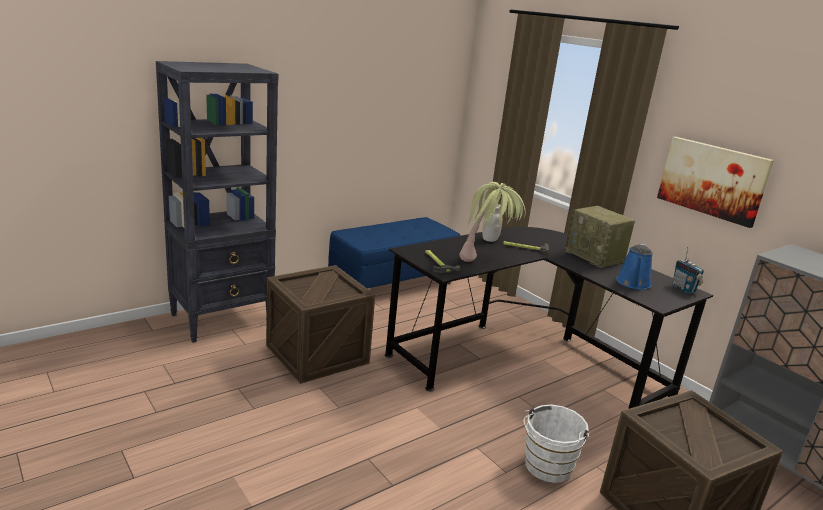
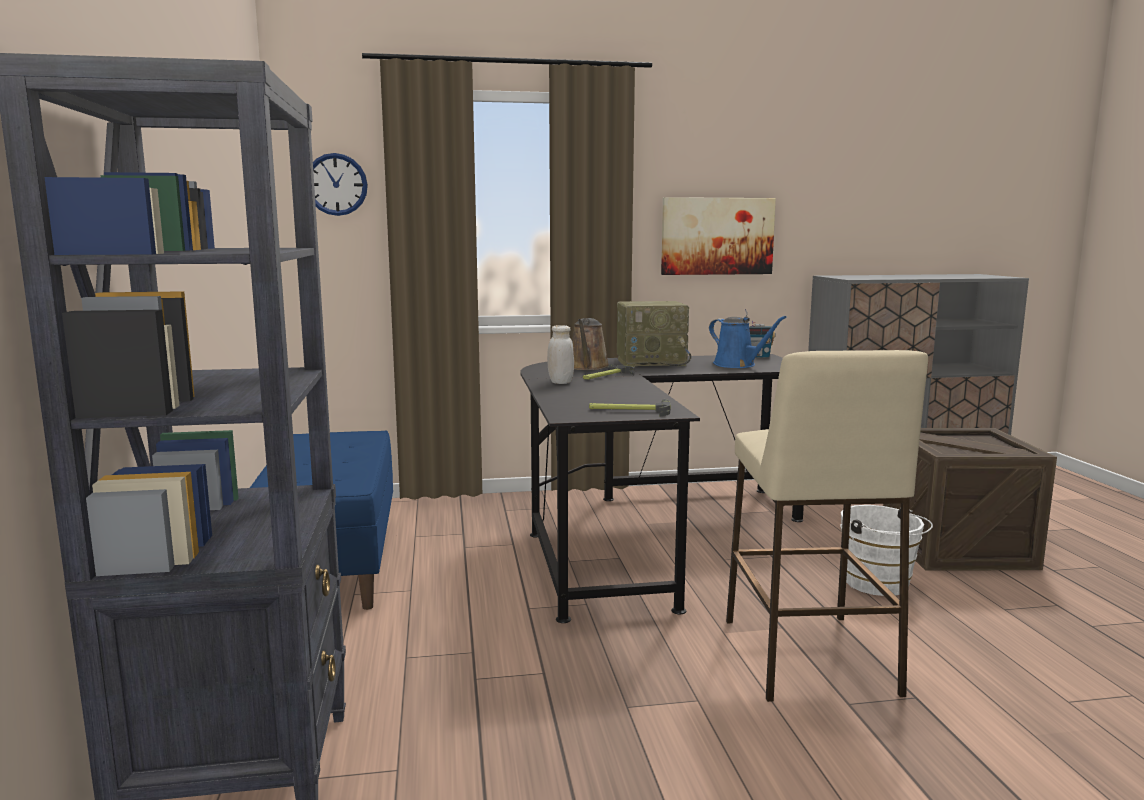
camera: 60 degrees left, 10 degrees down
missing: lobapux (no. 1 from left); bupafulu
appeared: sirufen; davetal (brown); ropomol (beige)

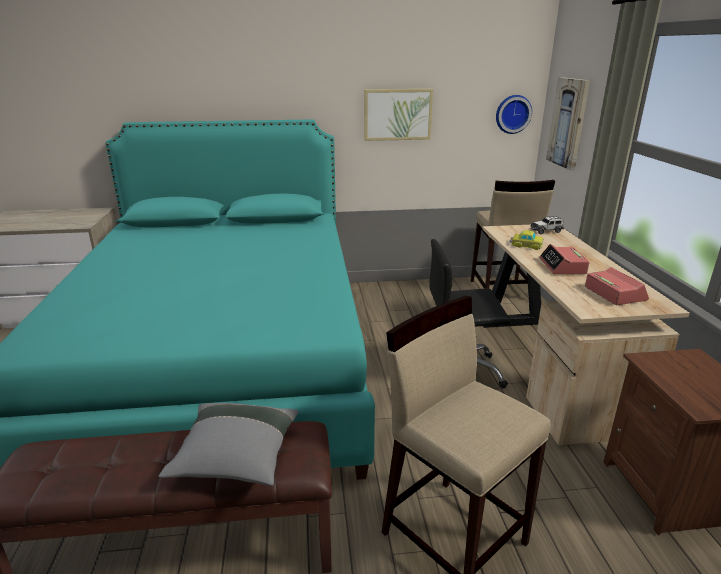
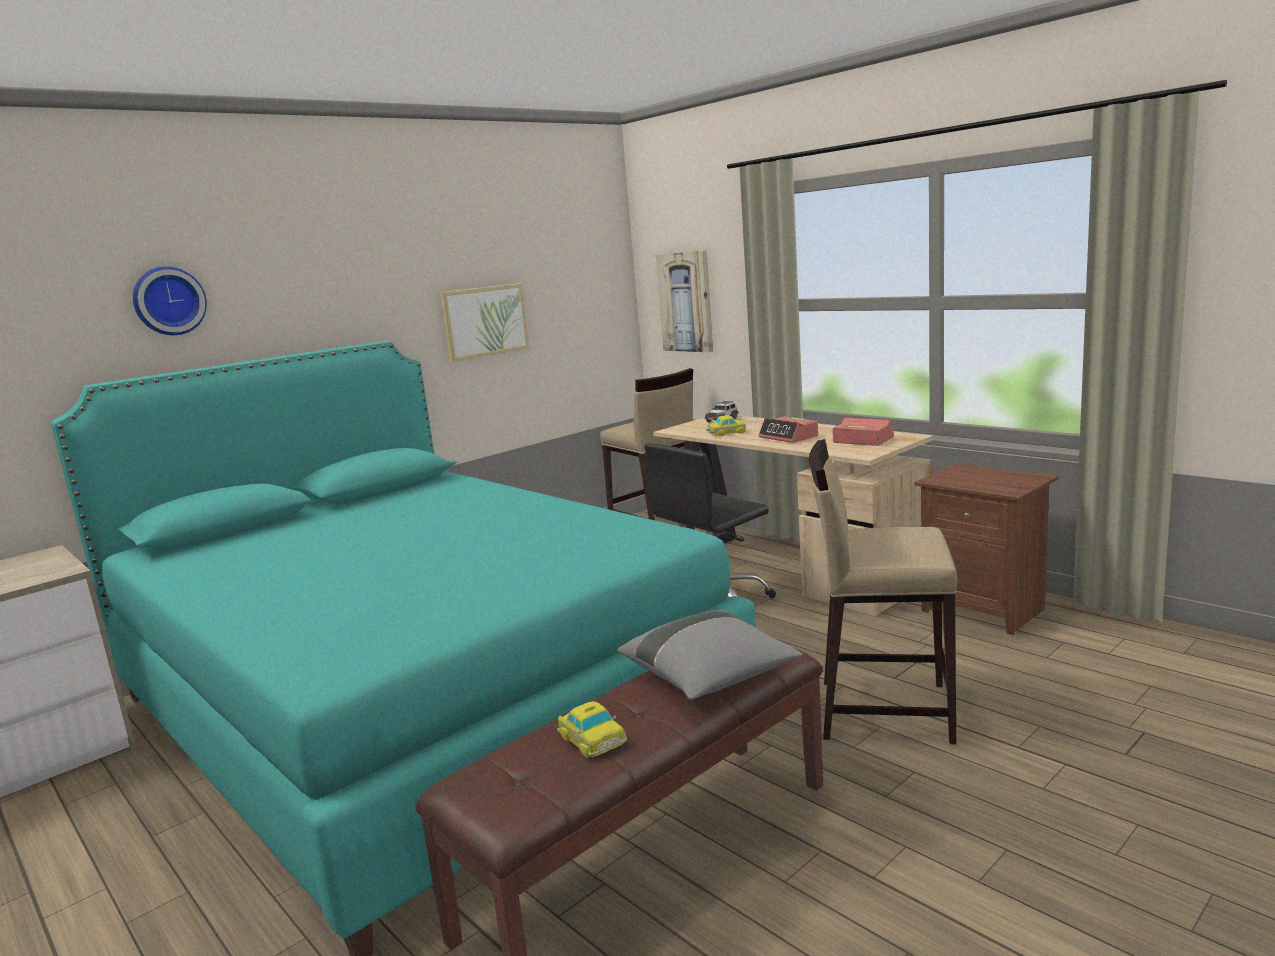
camera: 35 degrees left, 10 degrees down
appeared: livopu (no. 1 from left)
relocated: sirufen

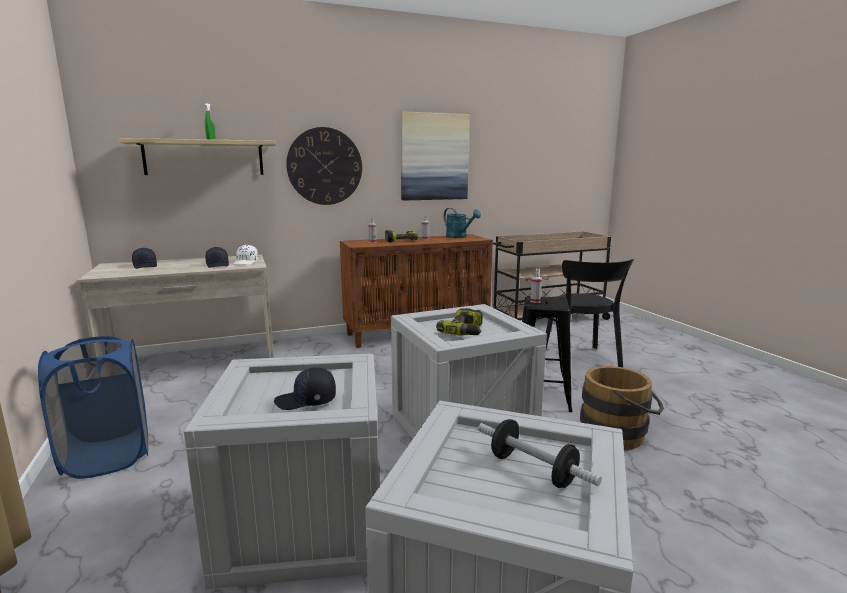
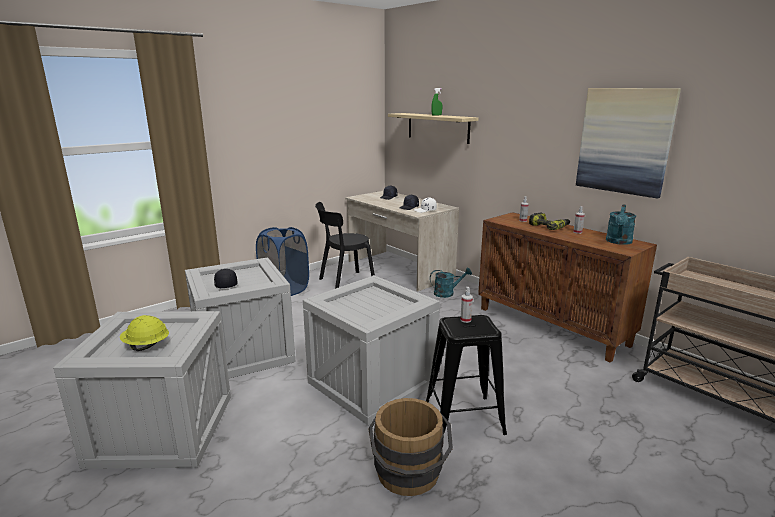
camera: 70 degrees right, 5 degrees up
missing: sirufen; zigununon (no. 2 from left)
appeared: davetal (turquoise) (no. 1 from left)
relocated: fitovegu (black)
exchanged: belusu to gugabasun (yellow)

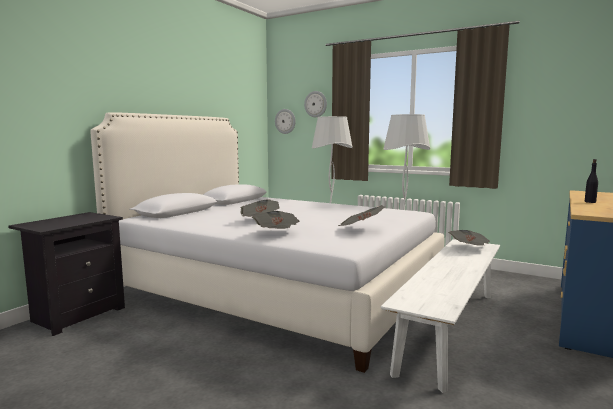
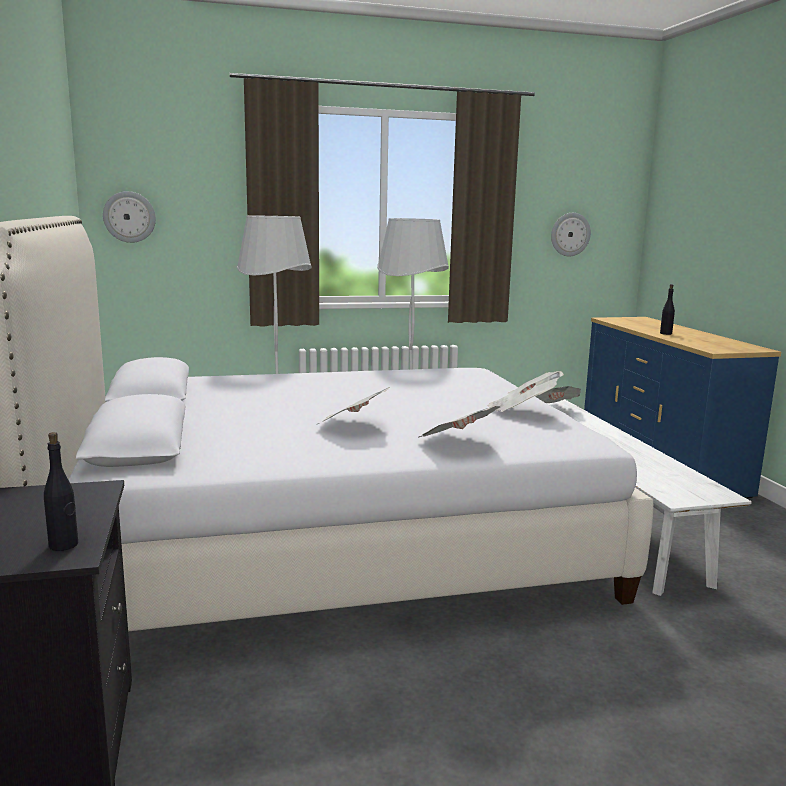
camera: 45 degrees left, 5 degrees up
appeared: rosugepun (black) (no. 1 from left)
relocated: sirufen (no. 2 from left)

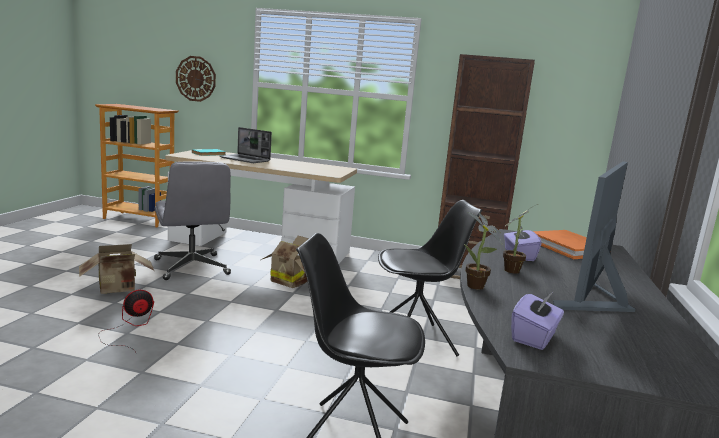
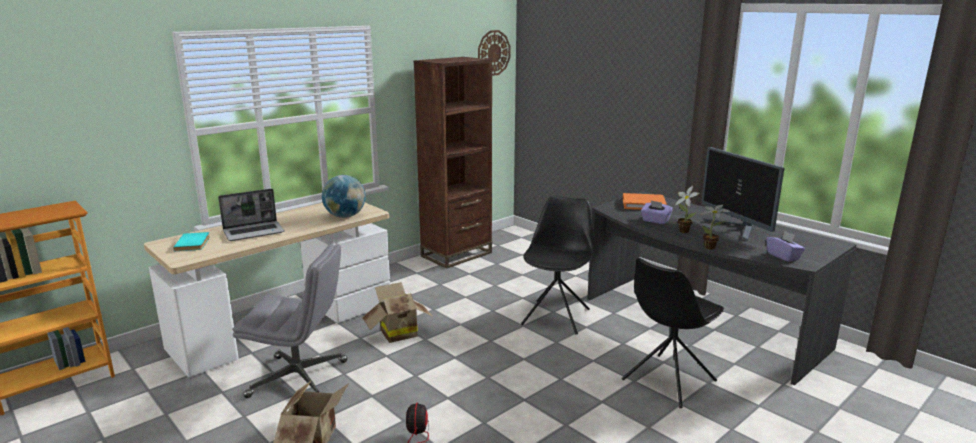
camera: 55 degrees left, 5 degrees up
appeared: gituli
relocated: sirufen

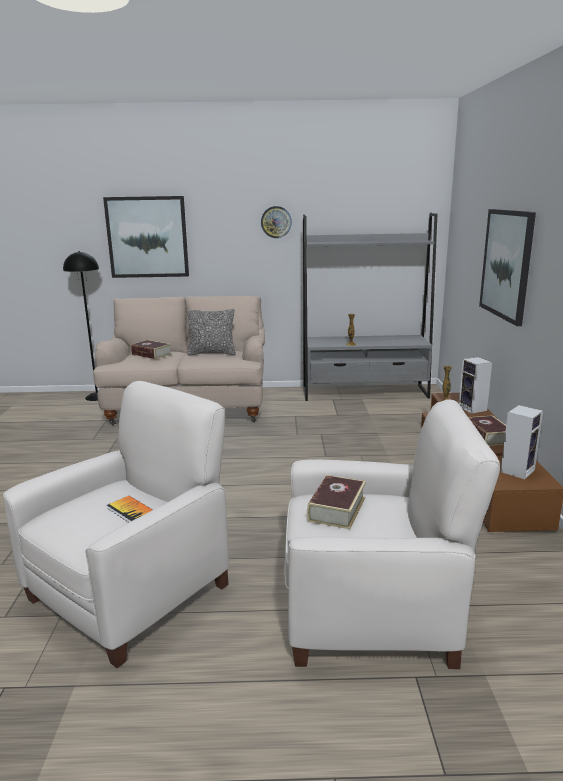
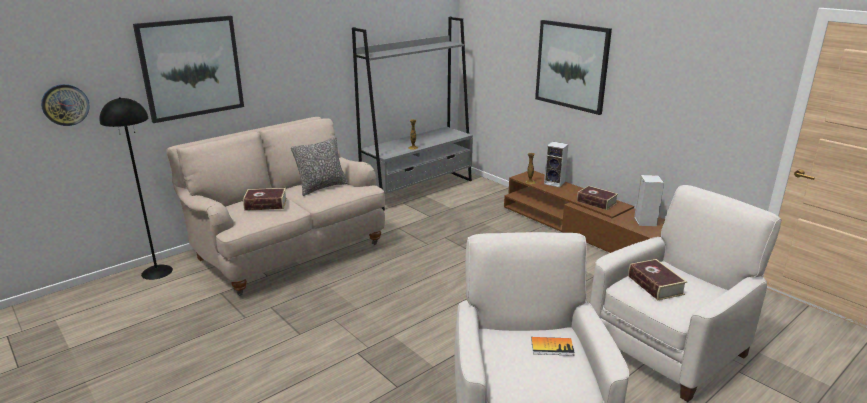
camera: 40 degrees left, 5 degrees up
relocated: sirufen

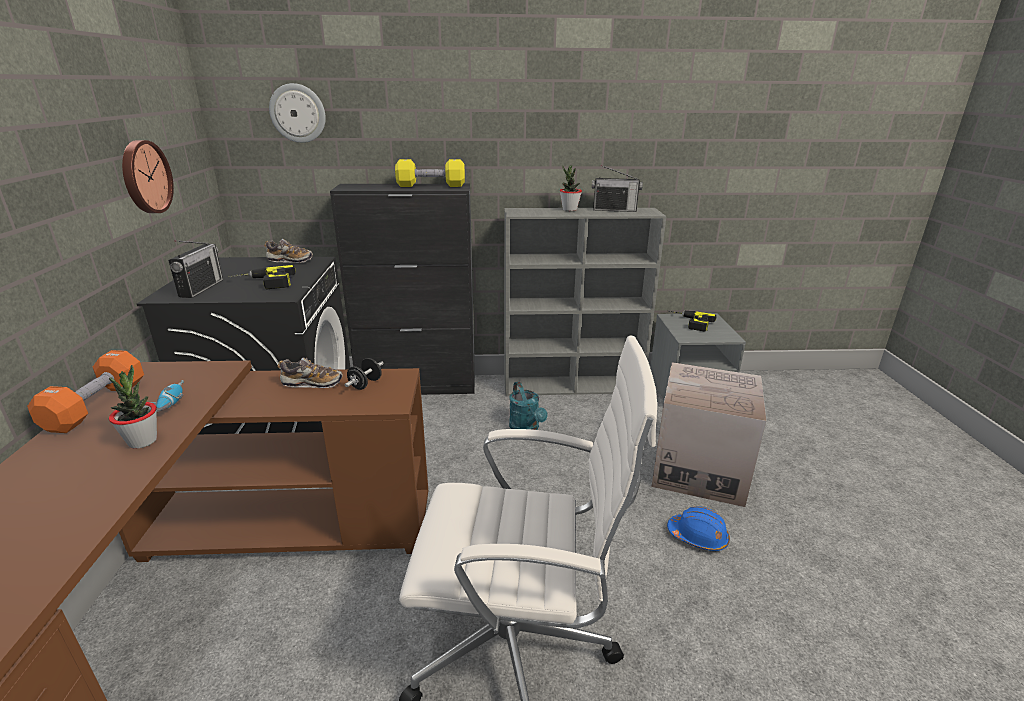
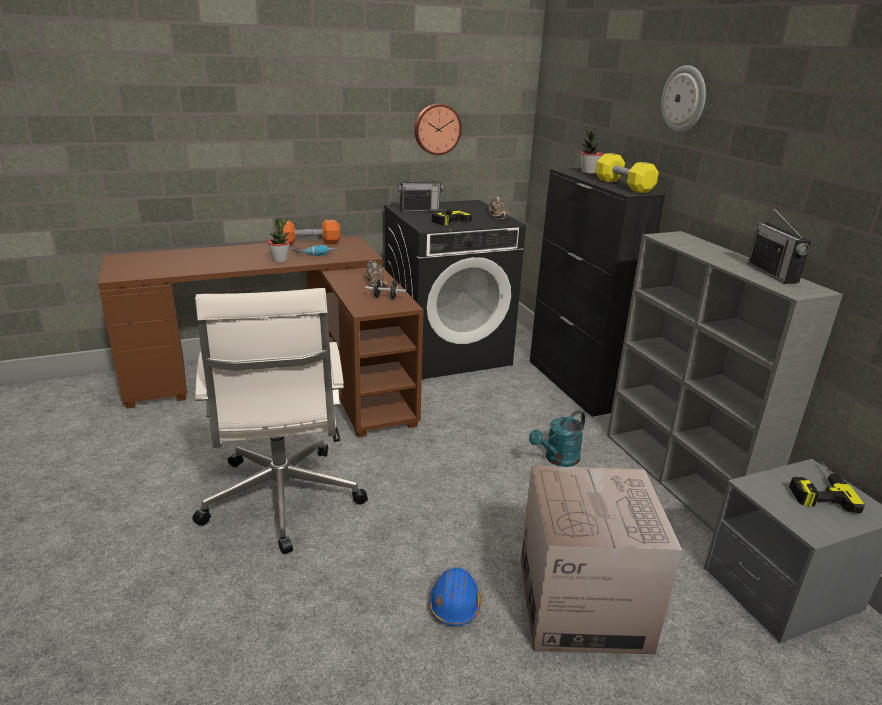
camera: 70 degrees right, 0 degrees up
relocated: sirufen (no. 2 from left); bupafulu (no. 2 from left)

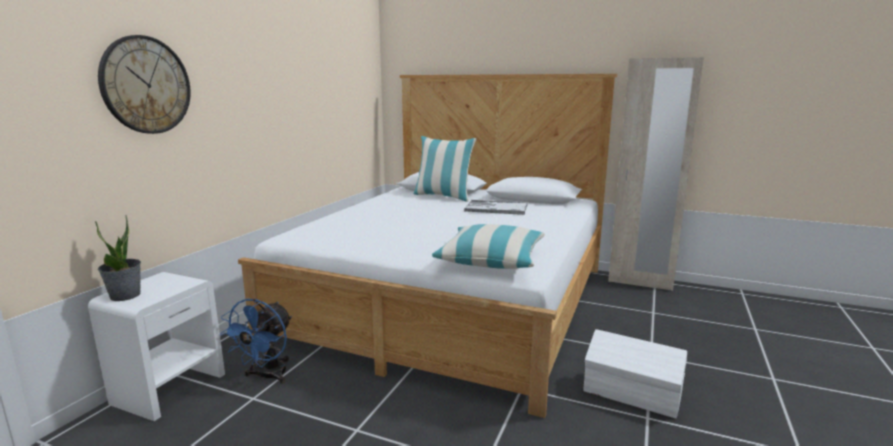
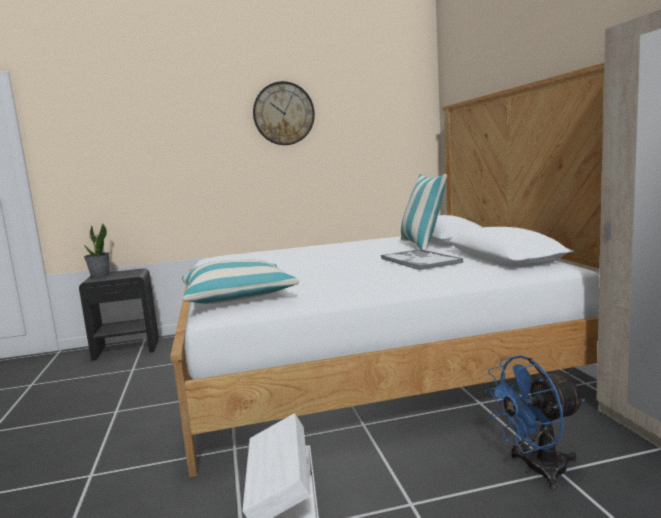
camera: 55 degrees right, 5 degrees down
relocated: sirufen; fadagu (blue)
colour: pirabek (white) to pirabek (black)

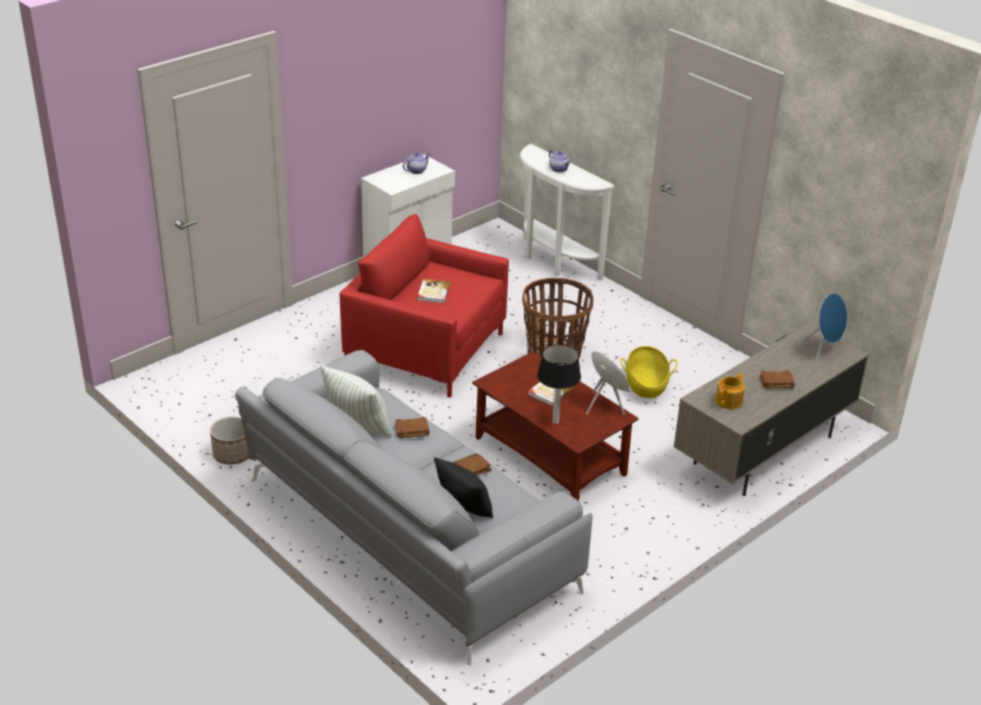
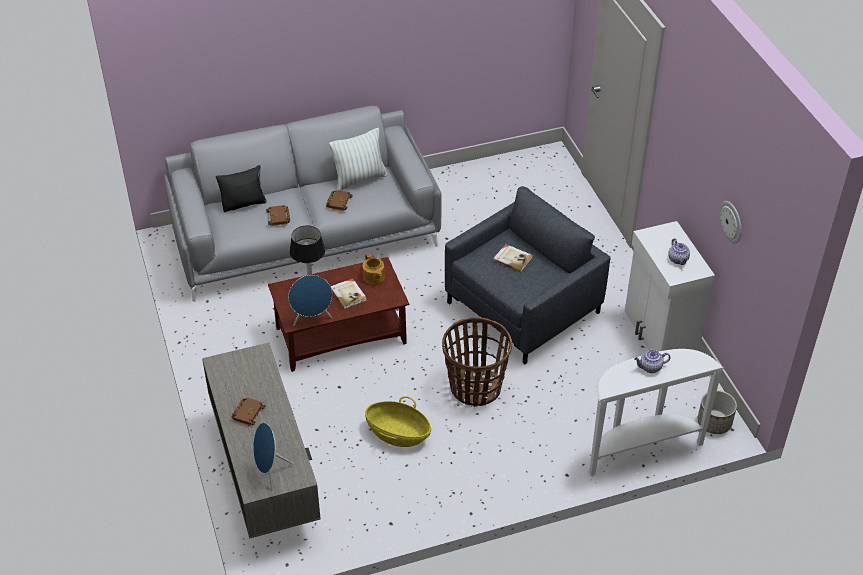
camera: 115 degrees right, 10 degrees up
appeared: sirufen
relocated: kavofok; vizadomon (no. 3 from left in the first image) to vizadomon (no. 1 from left)
colour: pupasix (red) to pupasix (grey)

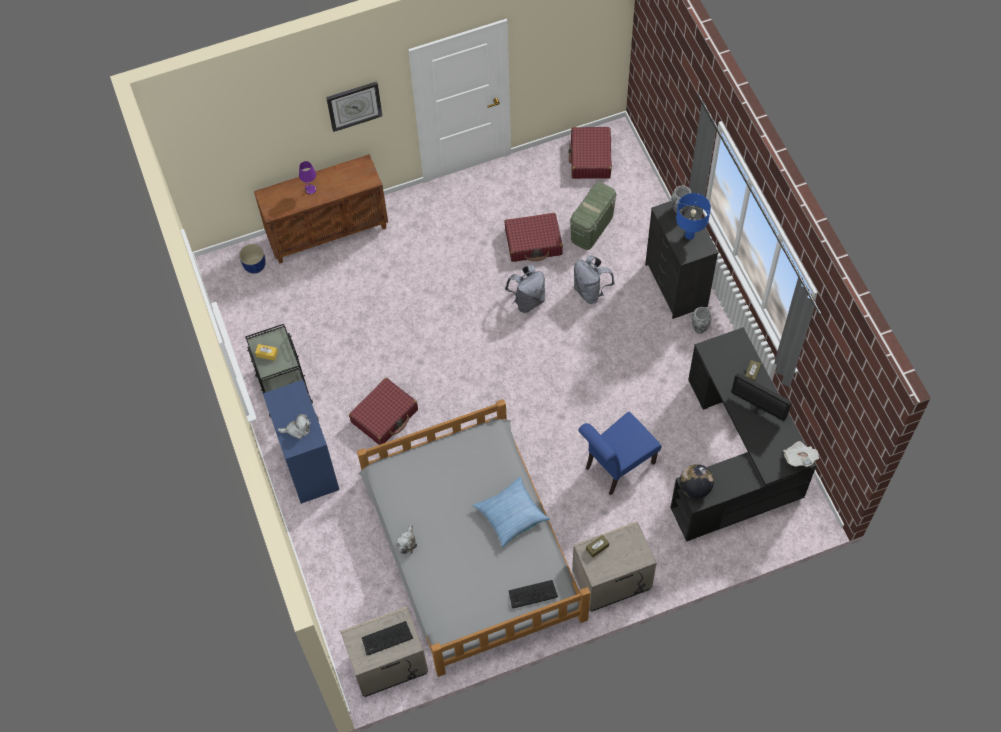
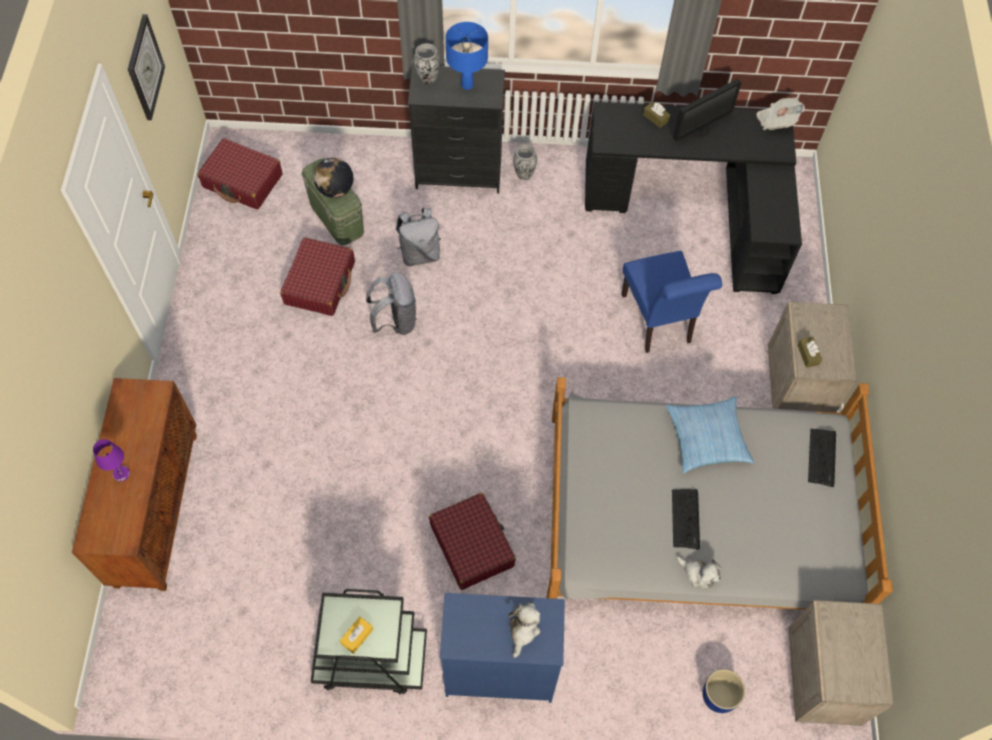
camera: 70 degrees left, 0 degrees up
relocated: kavofok (blue); sirufen; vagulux (no. 1 from left); gituli

